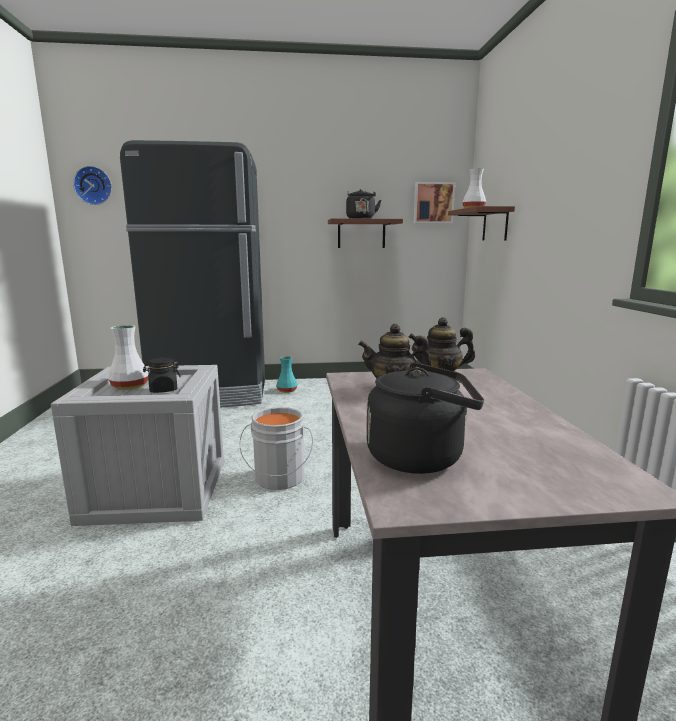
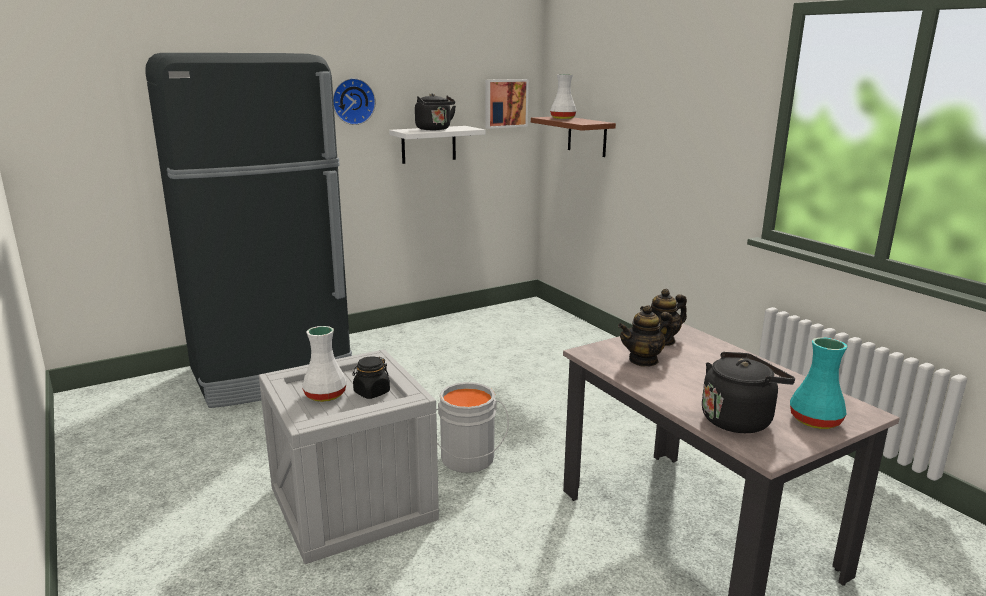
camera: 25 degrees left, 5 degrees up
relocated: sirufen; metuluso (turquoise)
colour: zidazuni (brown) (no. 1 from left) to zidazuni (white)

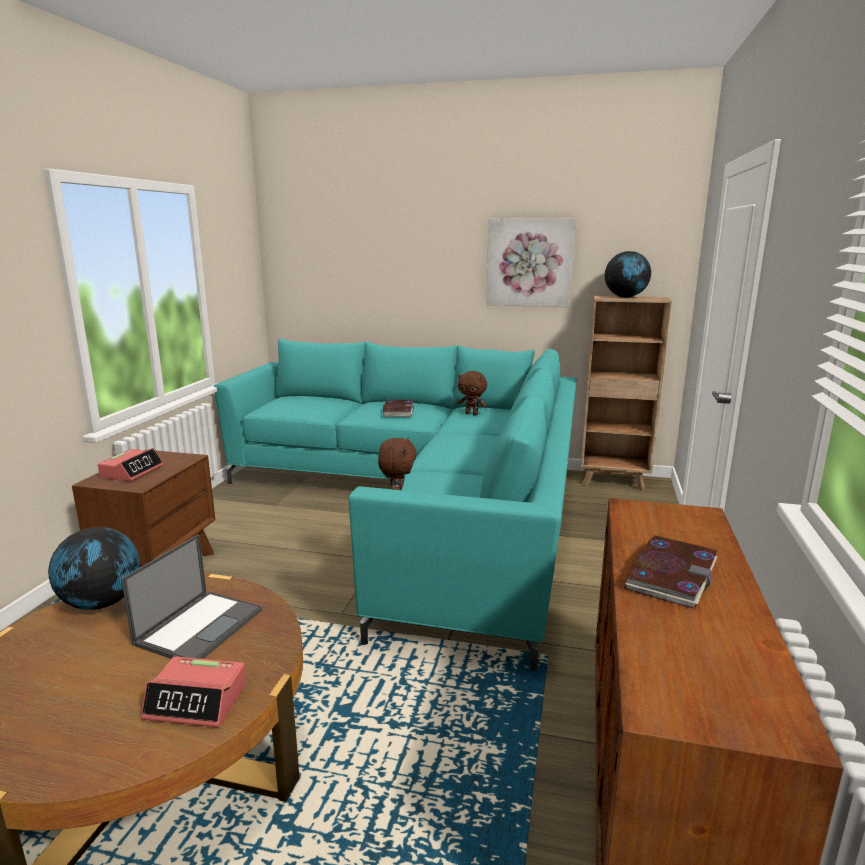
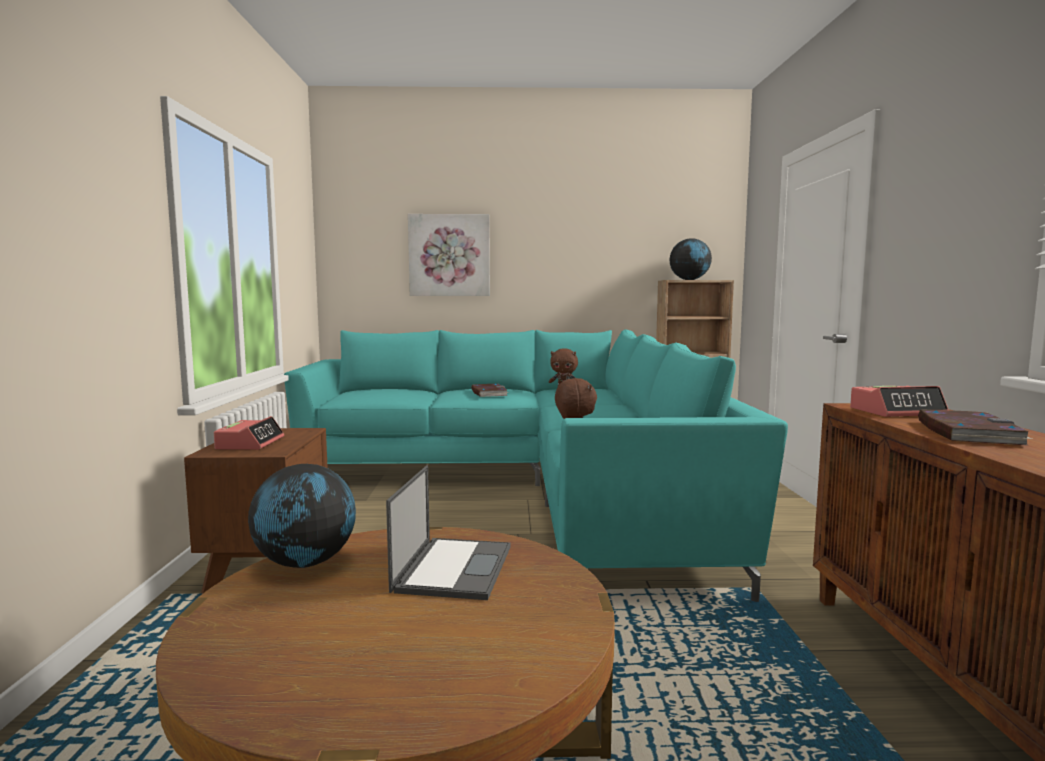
camera: 15 degrees left, 10 degrees down
relocated: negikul (no. 2 from left); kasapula

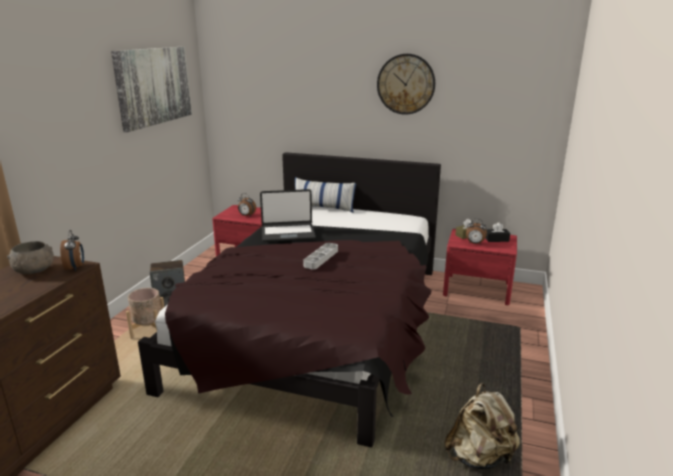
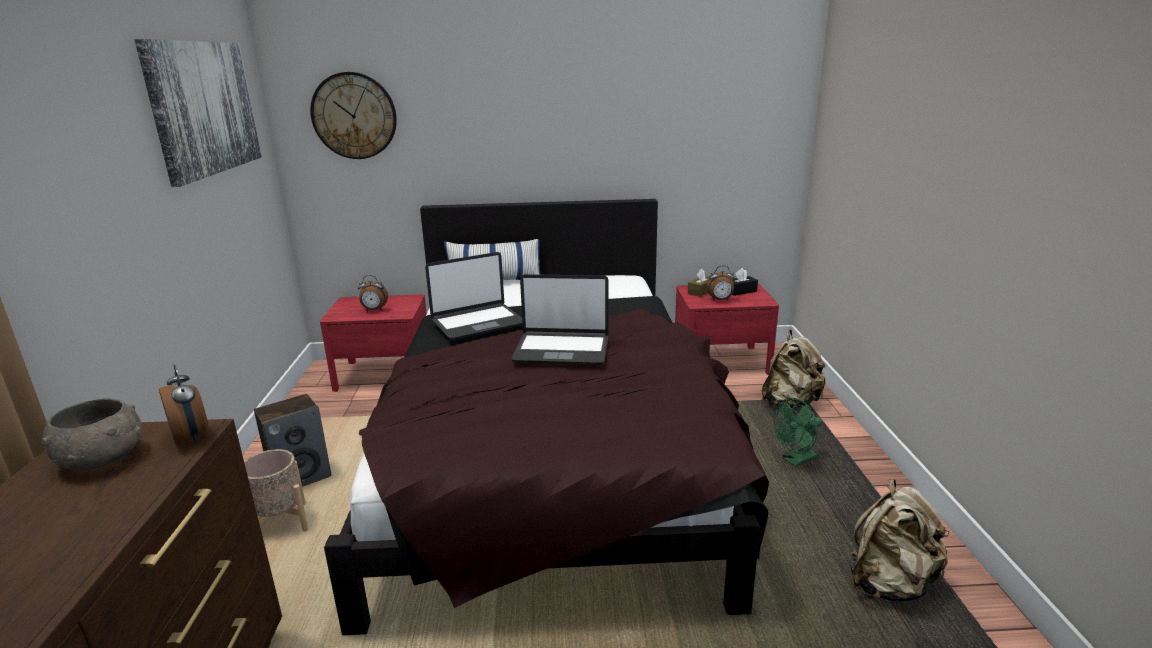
camera: 20 degrees left, 0 degrees up
appeared: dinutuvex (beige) (no. 1 from left); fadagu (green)
relocated: sirufen
exchanged: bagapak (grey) to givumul (no. 2 from left)

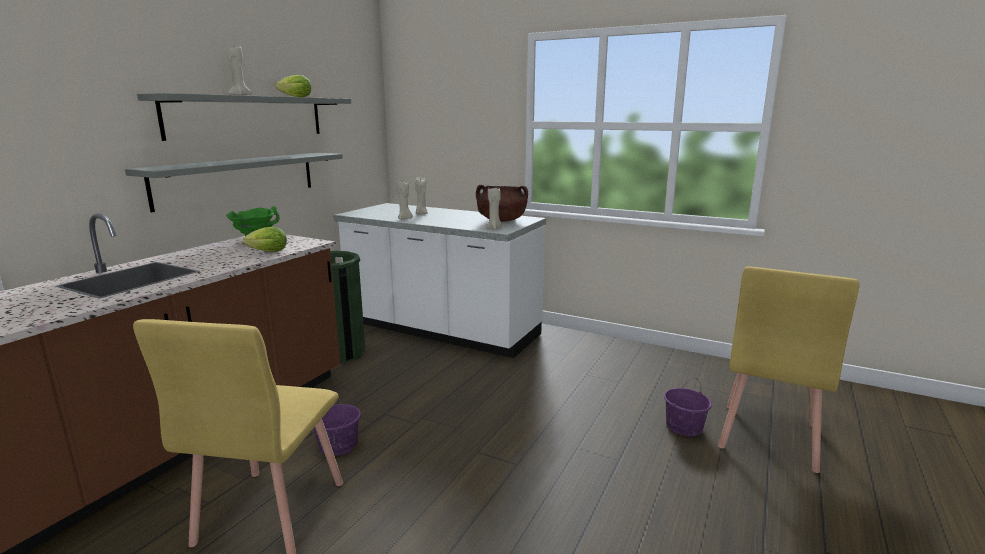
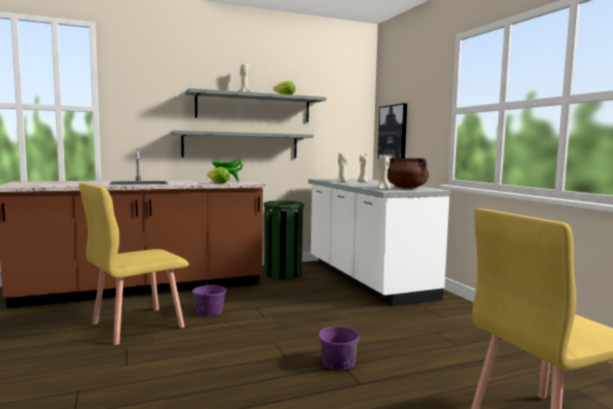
camera: 40 degrees right, 10 degrees down
appeared: kasapula
relocated: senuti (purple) (no. 2 from left)

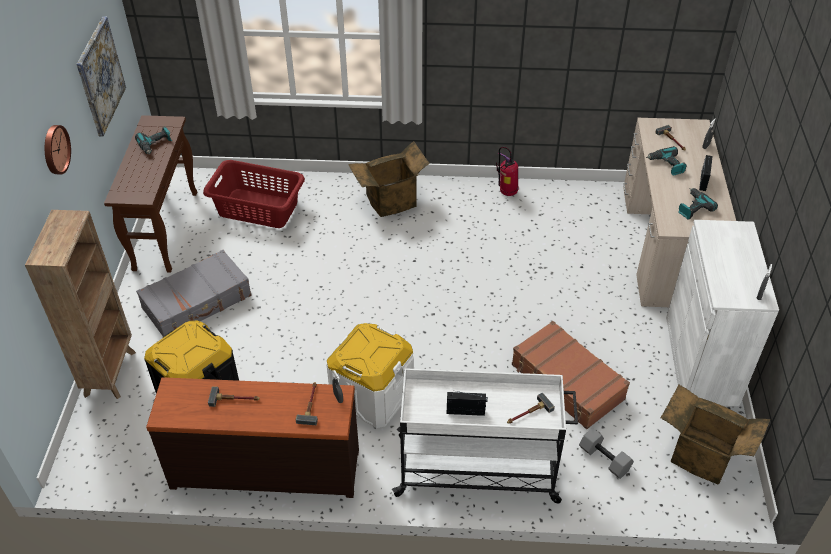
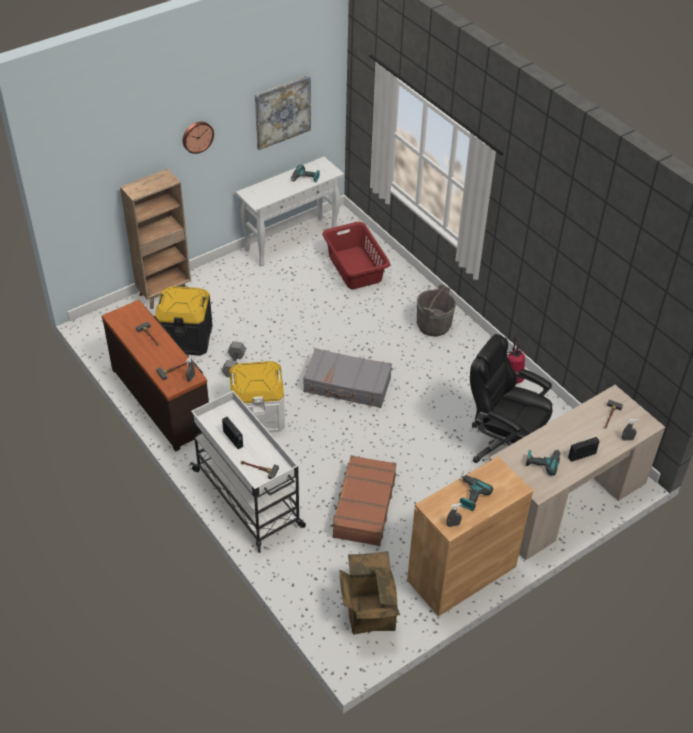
camera: 50 degrees right, 0 degrees up
appeared: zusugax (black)
relocated: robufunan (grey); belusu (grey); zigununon (no. 2 from left)
exchanged: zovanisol (no. 1 from left) to senuti (grey)
colour: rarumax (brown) to rarumax (white); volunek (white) to volunek (brown)

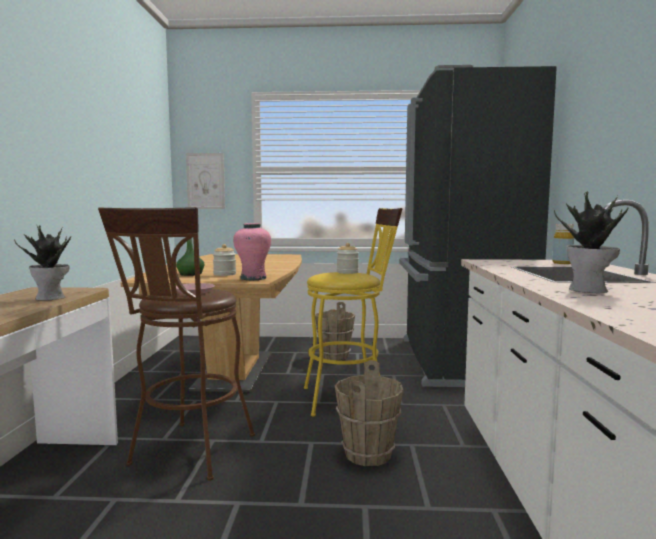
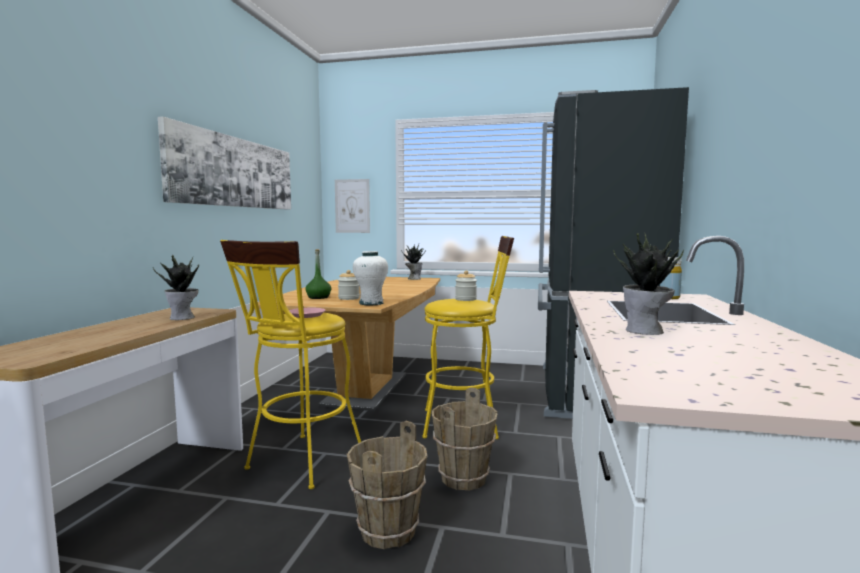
camera: 10 degrees right, 0 degrees up
appeared: kasapula (no. 1 from left); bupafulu (no. 2 from left)
relocated: senuti (brown) (no. 1 from left)
colour: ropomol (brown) to ropomol (yellow) (no. 1 from left); metuluso (pink) to metuluso (white)

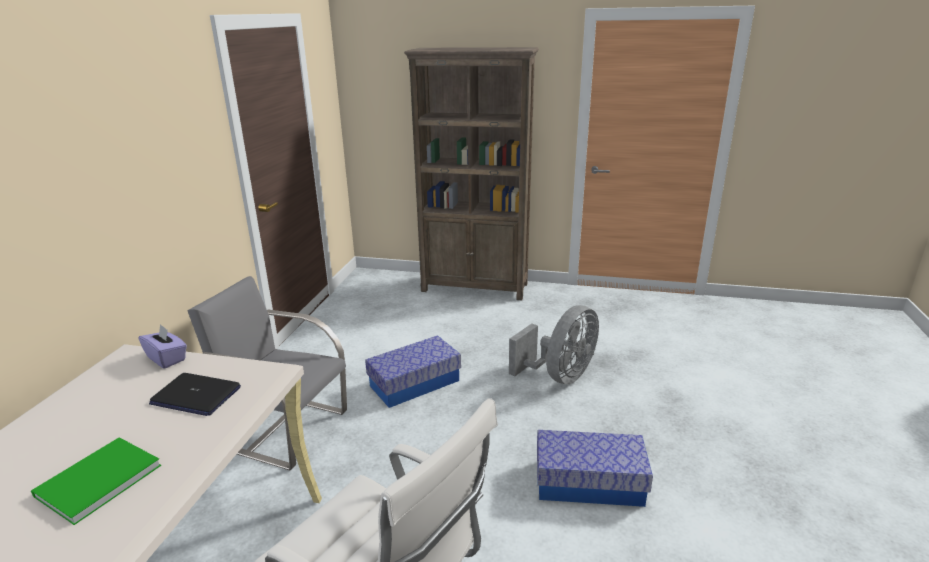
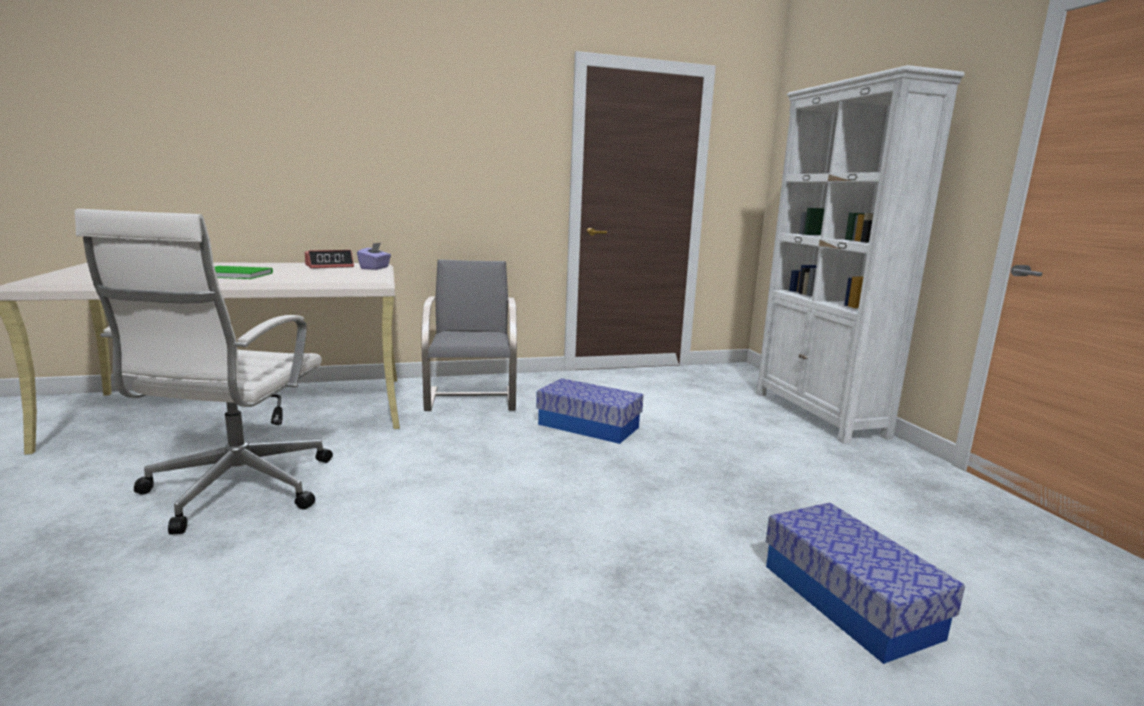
camera: 60 degrees right, 10 degrees down
missing: givumul; fadagu (grey)
appeared: negikul
relocated: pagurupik (no. 2 from left)
colour: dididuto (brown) to dididuto (white)

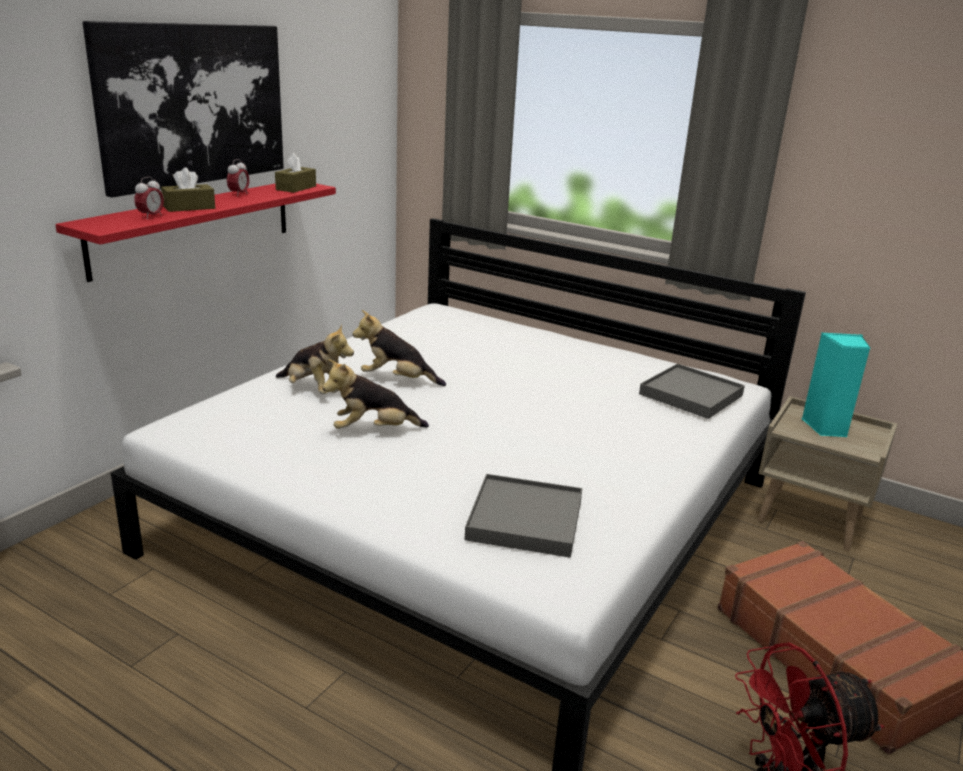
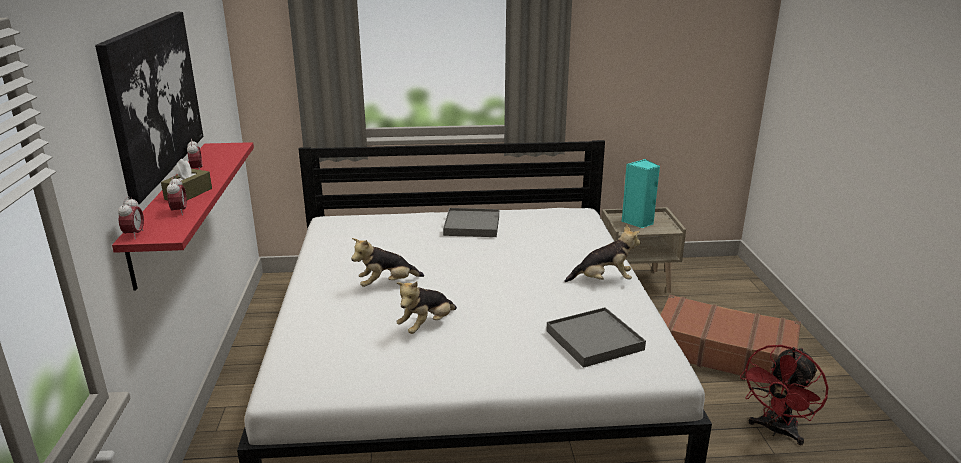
camera: 35 degrees left, 0 degrees up
missing: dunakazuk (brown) (no. 2 from left)
appeared: negikul (no. 1 from left)
relocated: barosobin (no. 1 from left in the first image) to barosobin (no. 3 from left); bagapak (grey) (no. 2 from left in the first image) to bagapak (grey) (no. 1 from left)

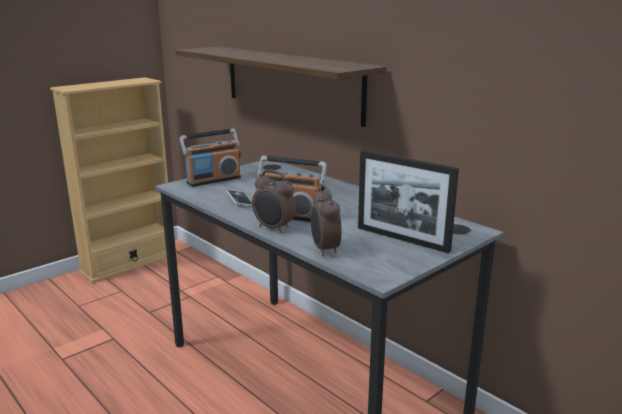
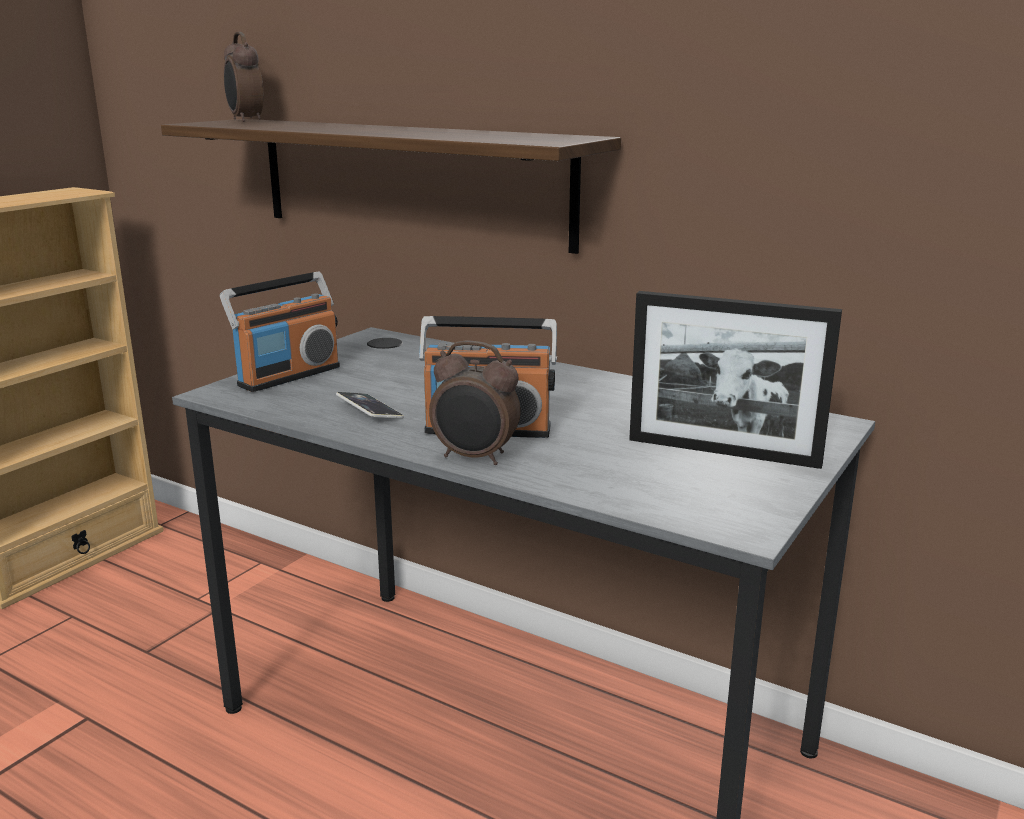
camera: 15 degrees left, 0 degrees up
relocated: negikul (no. 2 from left in the first image) to negikul (no. 1 from left)

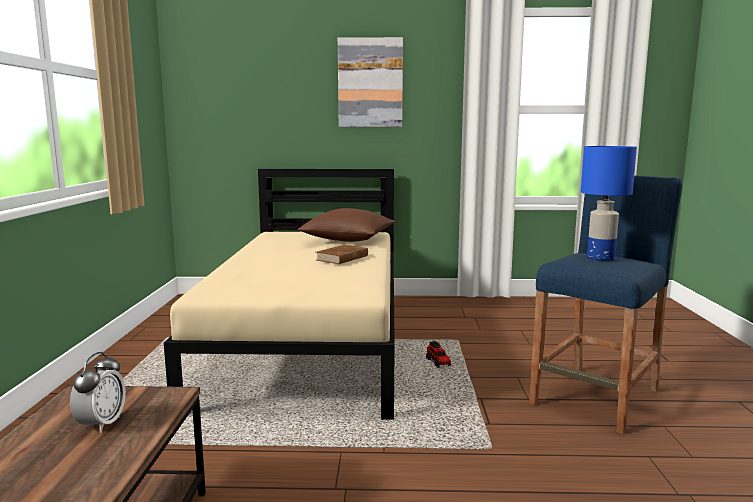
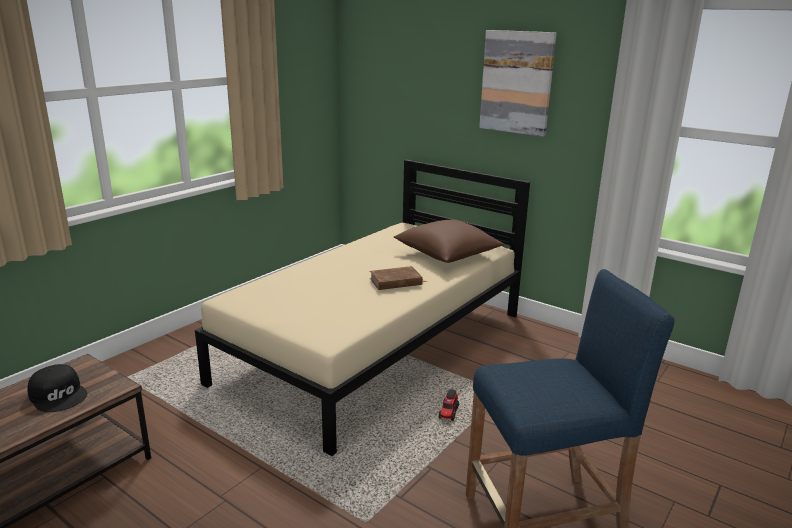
camera: 35 degrees right, 10 degrees up
missing: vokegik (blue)
exchanged: negikul to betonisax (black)

